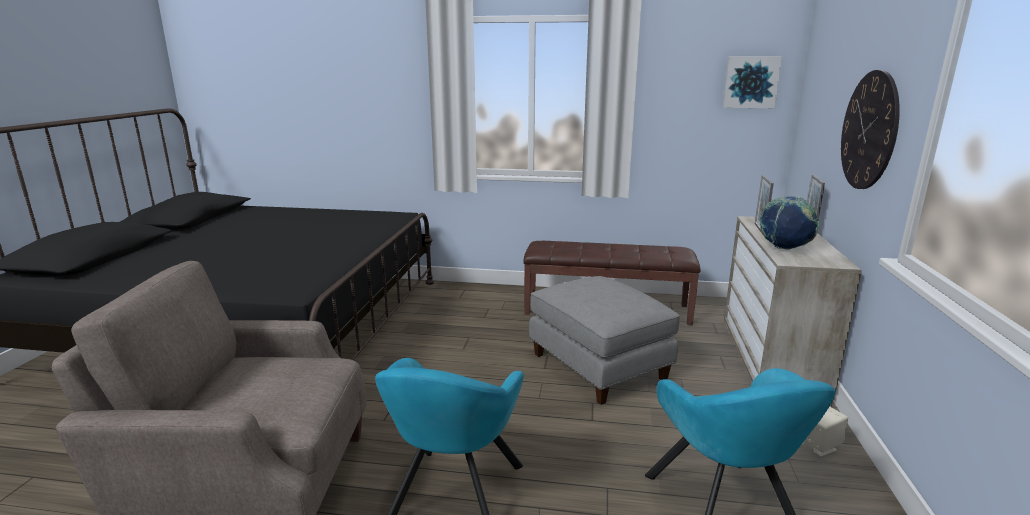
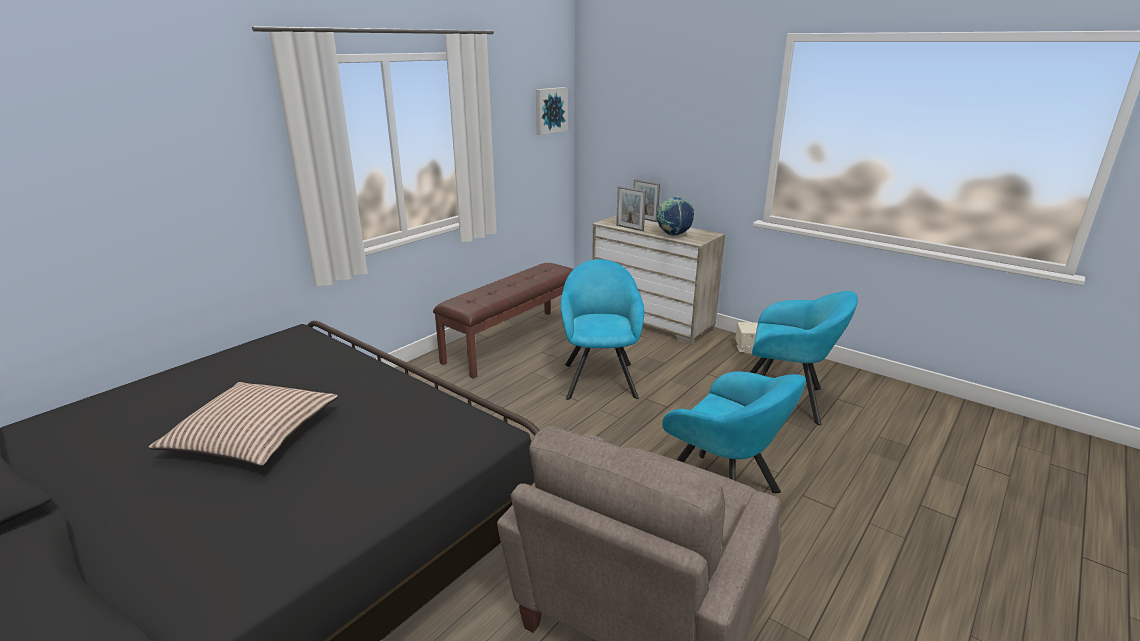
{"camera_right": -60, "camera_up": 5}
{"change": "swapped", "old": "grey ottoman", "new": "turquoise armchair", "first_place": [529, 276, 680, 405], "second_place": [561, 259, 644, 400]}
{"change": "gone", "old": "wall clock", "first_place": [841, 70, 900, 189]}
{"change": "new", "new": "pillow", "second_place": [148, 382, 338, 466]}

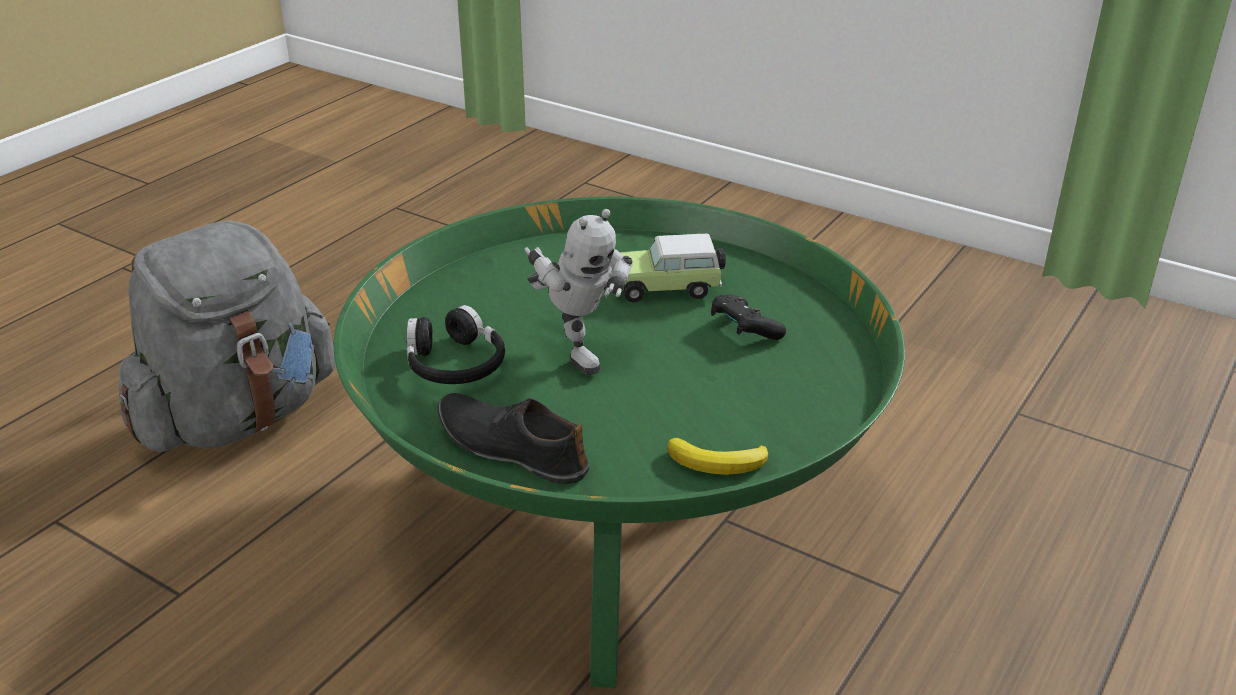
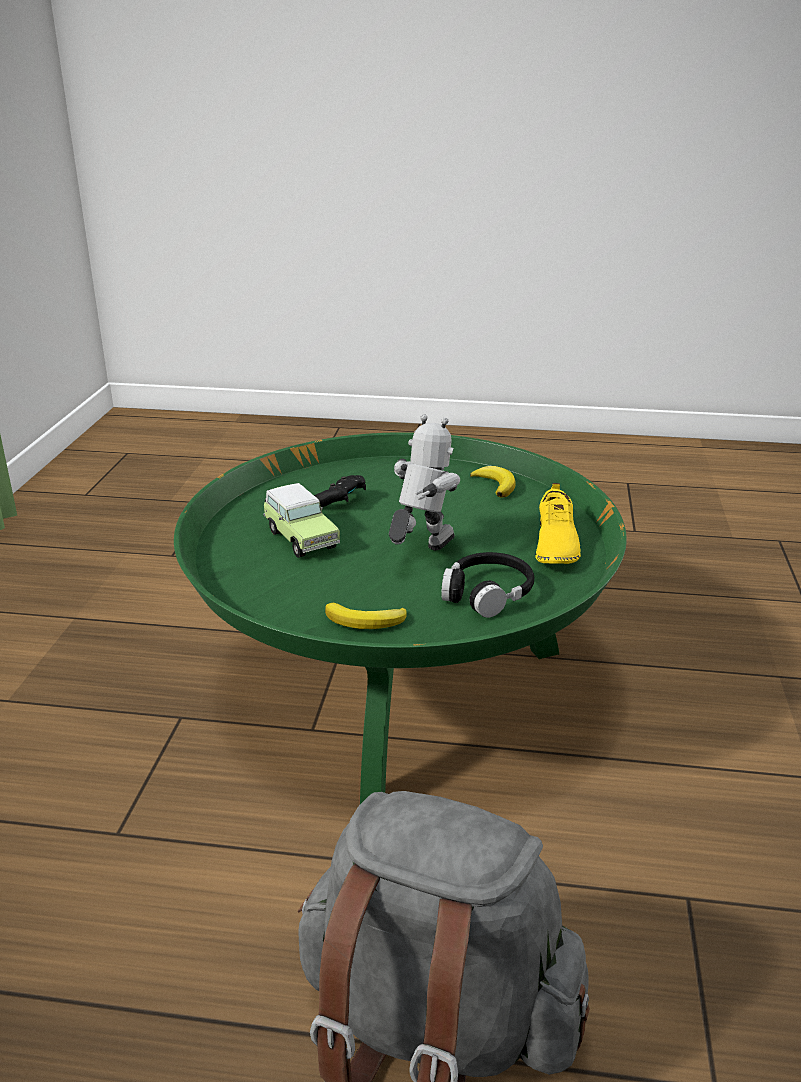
{"camera_right": -115, "camera_up": -5}
{"change": "repainted", "old": "black shoe", "new": "yellow shoe", "first_place": [438, 393, 589, 484], "second_place": [535, 483, 581, 564]}
{"change": "new", "new": "banana", "second_place": [325, 602, 407, 629]}

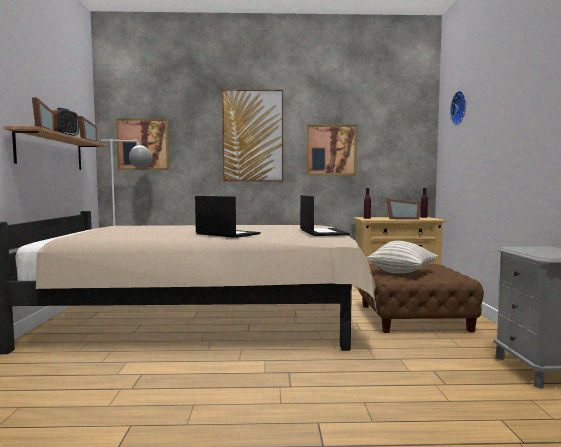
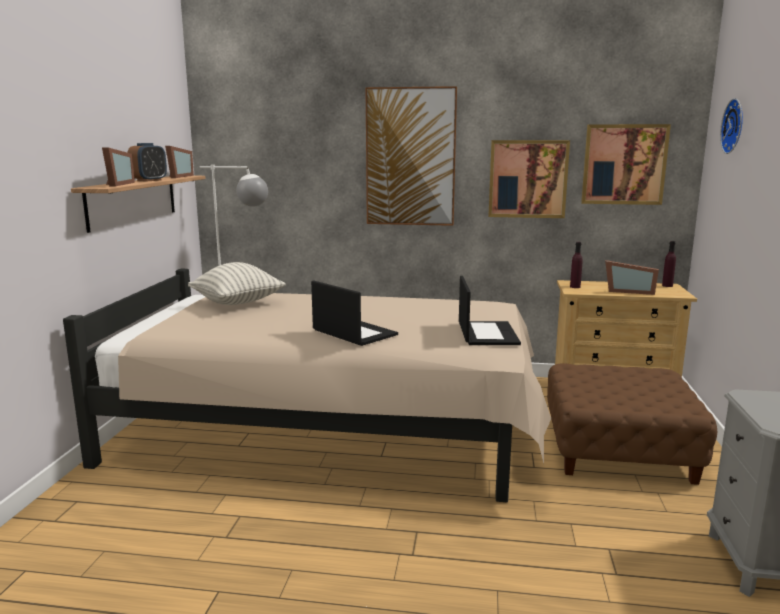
{"camera_right": 10, "camera_up": 10}
{"change": "shifted", "old": "picture", "first_place": [116, 118, 169, 170], "second_place": [581, 124, 671, 205]}
{"change": "shifted", "old": "pillow", "first_place": [366, 241, 438, 273], "second_place": [188, 262, 286, 305]}

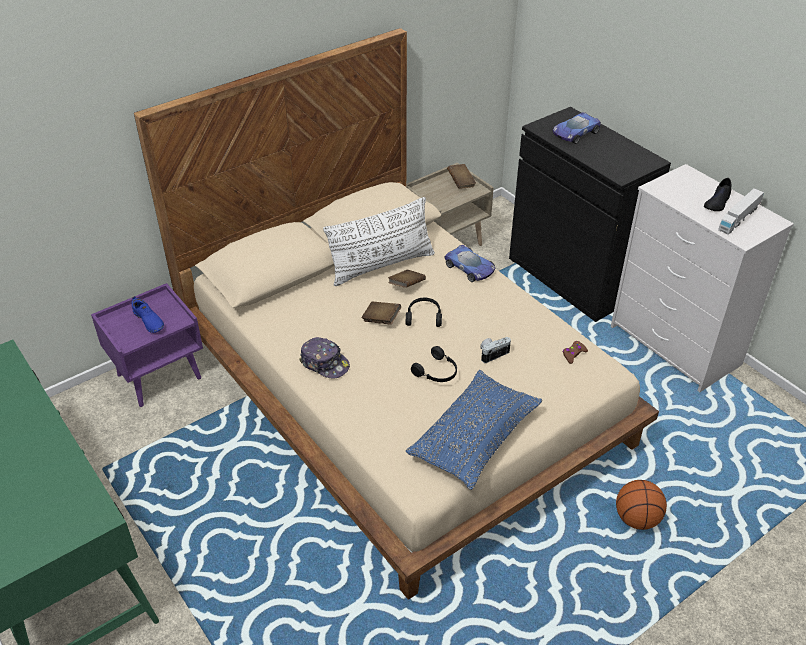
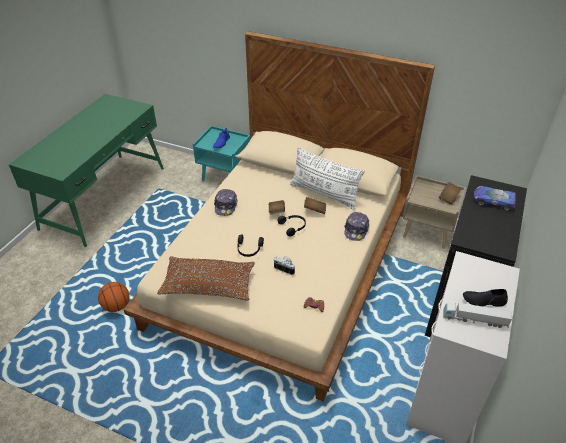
{"camera_right": 60, "camera_up": 0}
{"change": "repainted", "old": "purple nightstand", "new": "turquoise nightstand", "first_place": [91, 283, 203, 407], "second_place": [193, 125, 250, 181]}
{"change": "repainted", "old": "blue pillow", "new": "brown pillow", "first_place": [406, 370, 542, 490], "second_place": [157, 256, 255, 301]}
{"change": "swapped", "old": "toy car", "new": "cap", "first_place": [444, 245, 495, 282], "second_place": [344, 212, 369, 241]}
{"change": "shifted", "old": "basketball", "first_place": [616, 480, 667, 530], "second_place": [98, 282, 129, 312]}

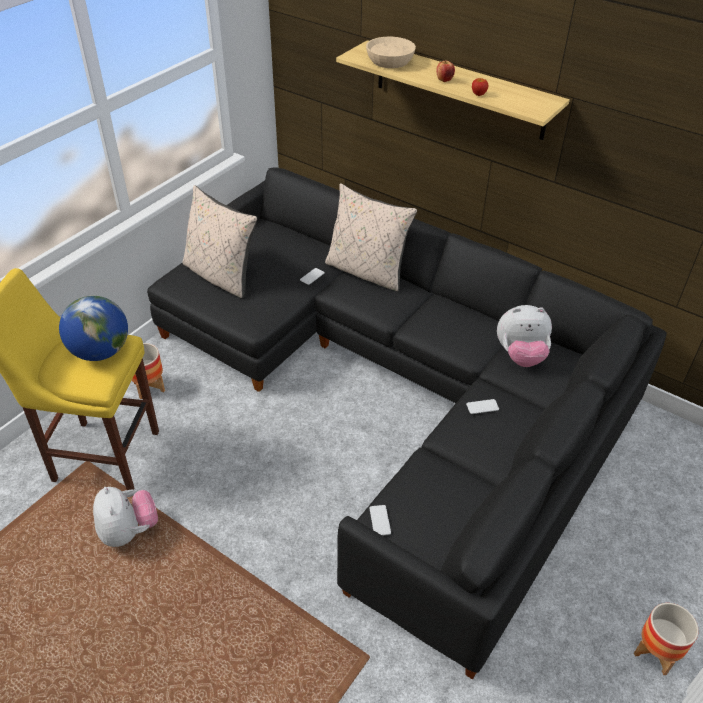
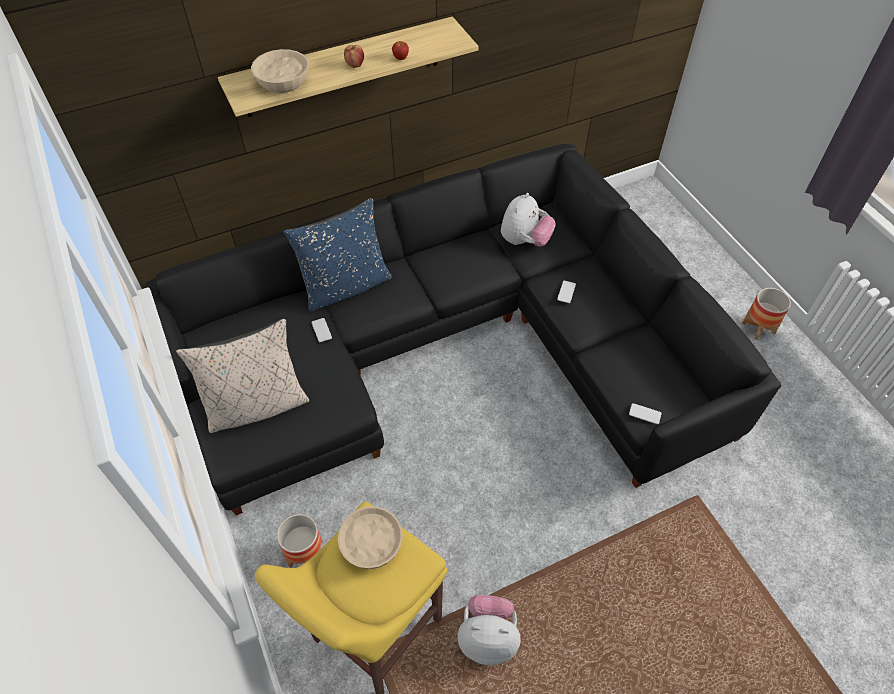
{"camera_right": -60, "camera_up": 10}
{"change": "swapped", "old": "globe", "new": "beige bowl", "first_place": [59, 296, 128, 361], "second_place": [338, 506, 403, 569]}
{"change": "repainted", "old": "beige pillow", "new": "blue pillow", "first_place": [325, 183, 417, 292], "second_place": [283, 198, 392, 312]}

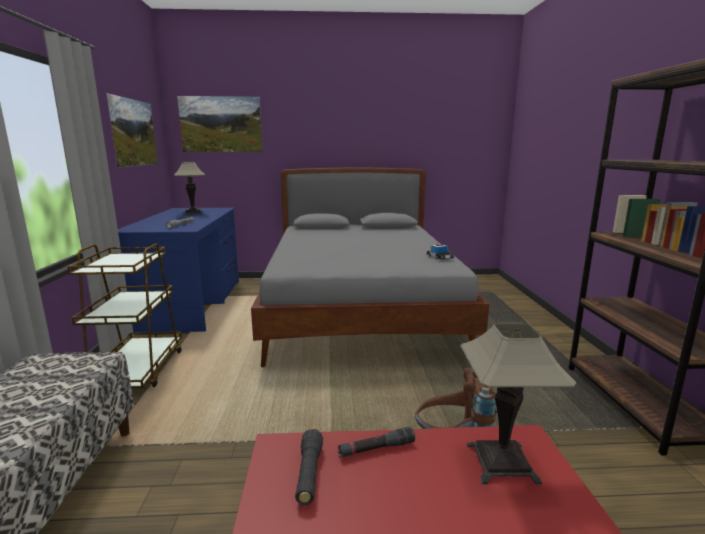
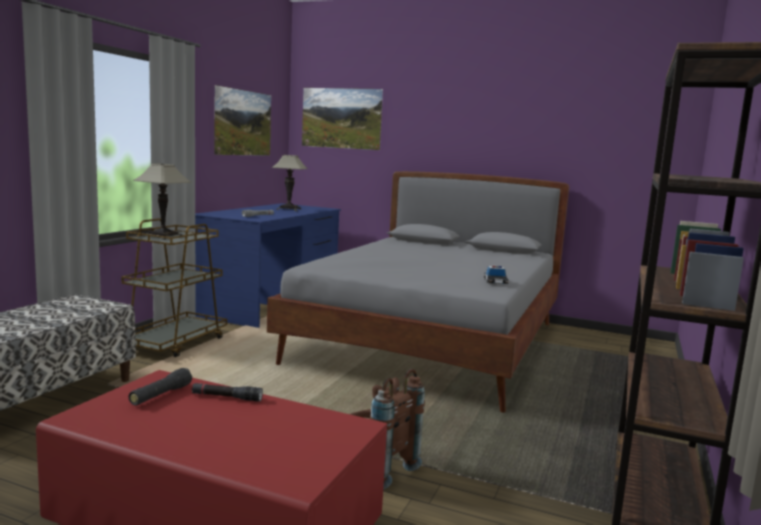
{"camera_right": 25, "camera_up": -5}
{"change": "shifted", "old": "table lamp", "first_place": [460, 323, 577, 484], "second_place": [133, 164, 192, 240]}

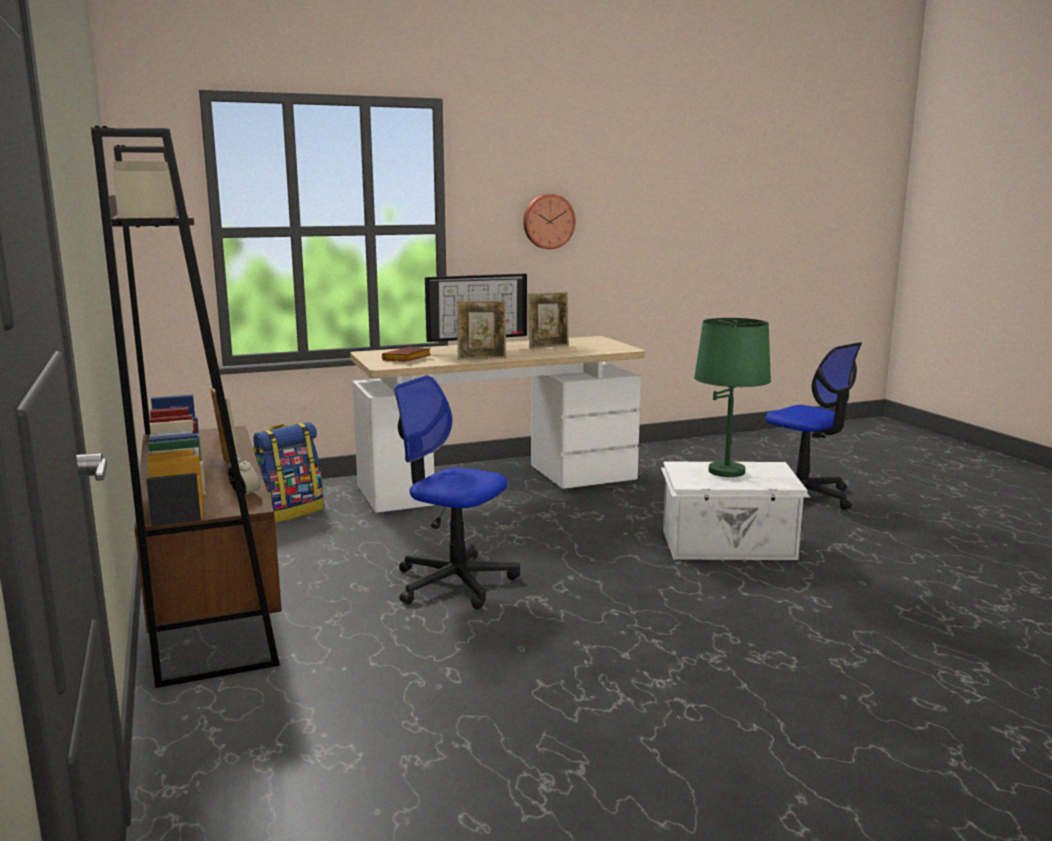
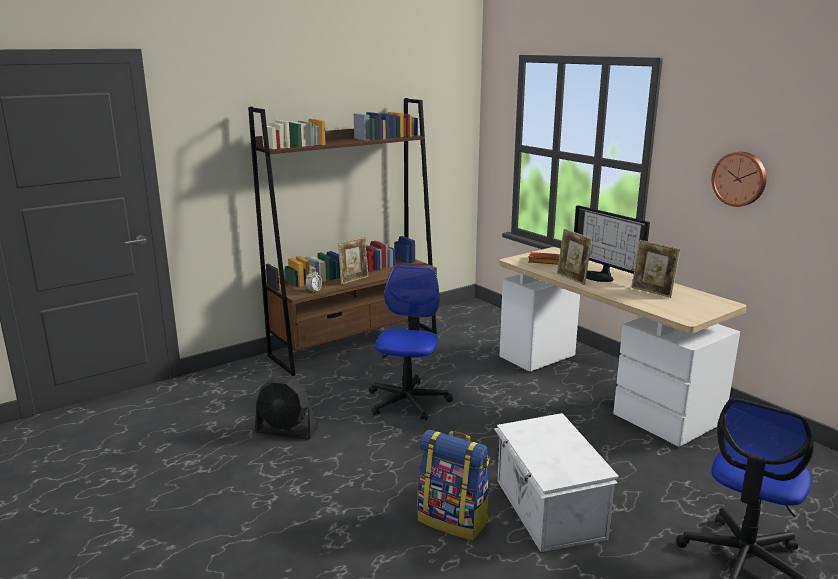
{"camera_right": 75, "camera_up": 5}
{"change": "shifted", "old": "backpack", "first_place": [253, 422, 324, 523], "second_place": [417, 430, 489, 540]}
{"change": "gone", "old": "green table lamp", "first_place": [694, 318, 771, 477]}
{"change": "new", "new": "black fan", "second_place": [255, 378, 318, 440]}

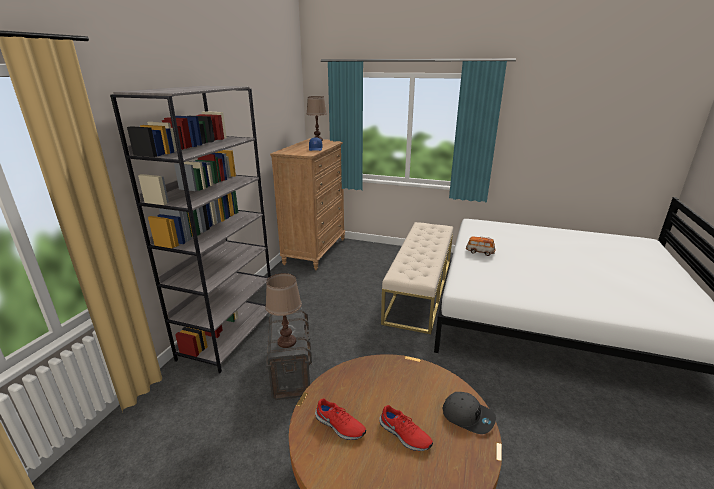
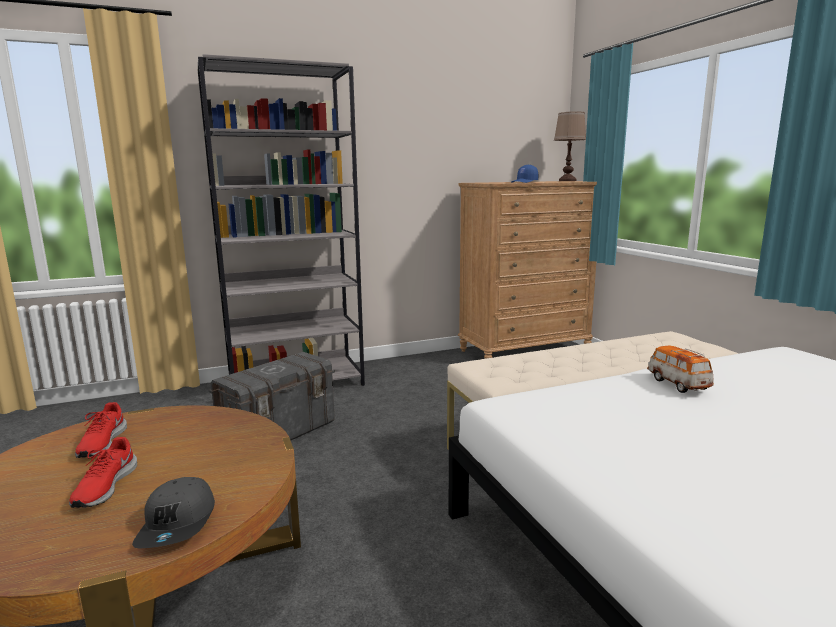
{"camera_right": 50, "camera_up": -10}
{"change": "gone", "old": "brown table lamp", "first_place": [265, 273, 302, 348]}

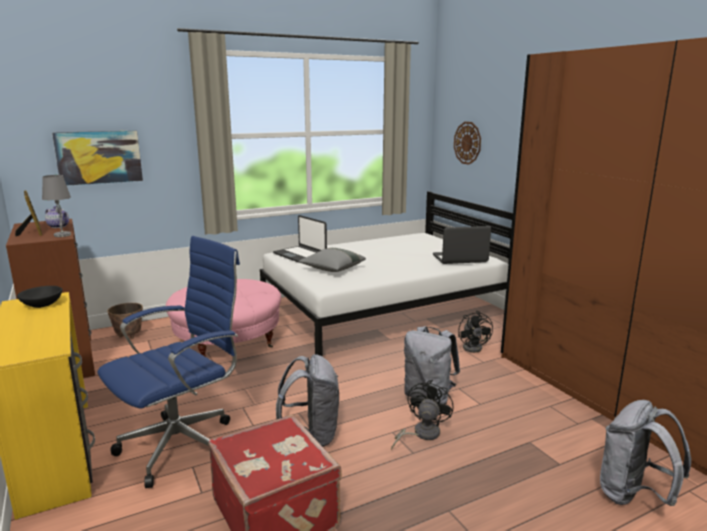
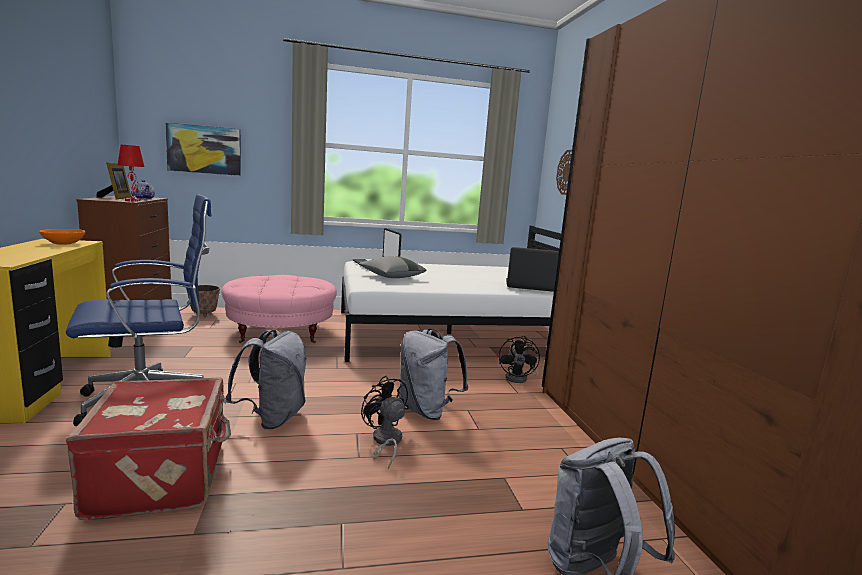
{"camera_right": 15, "camera_up": -5}
{"change": "repainted", "old": "black bowl", "new": "orange bowl", "first_place": [17, 286, 62, 308], "second_place": [39, 229, 85, 245]}
{"change": "repainted", "old": "grey table lamp", "new": "red table lamp", "first_place": [42, 175, 71, 237], "second_place": [118, 145, 145, 202]}
{"change": "rotated", "old": "black fan", "first_place": [391, 380, 454, 450], "second_place": [361, 376, 409, 469], "degrees": -75}

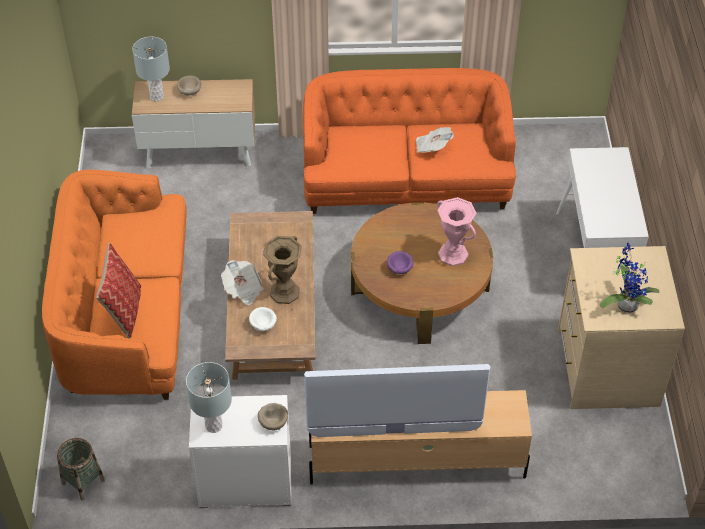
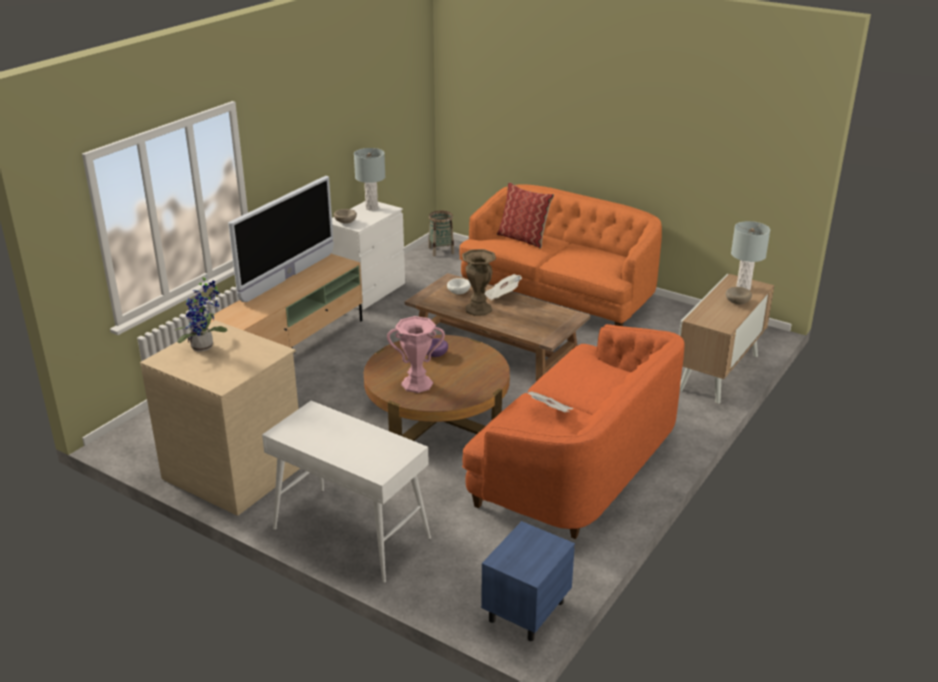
{"camera_right": 125, "camera_up": -20}
{"change": "new", "new": "blue nightstand", "second_place": [481, 521, 575, 641]}

